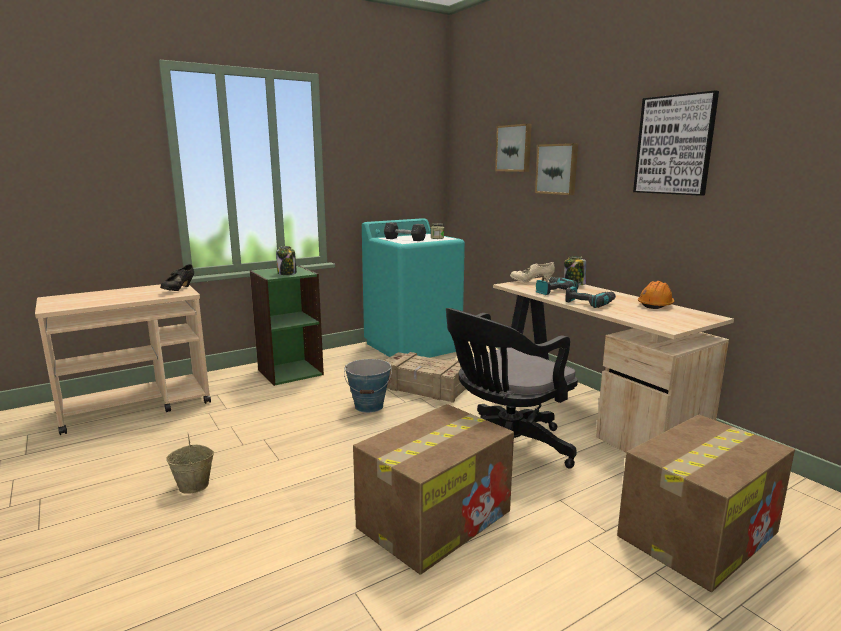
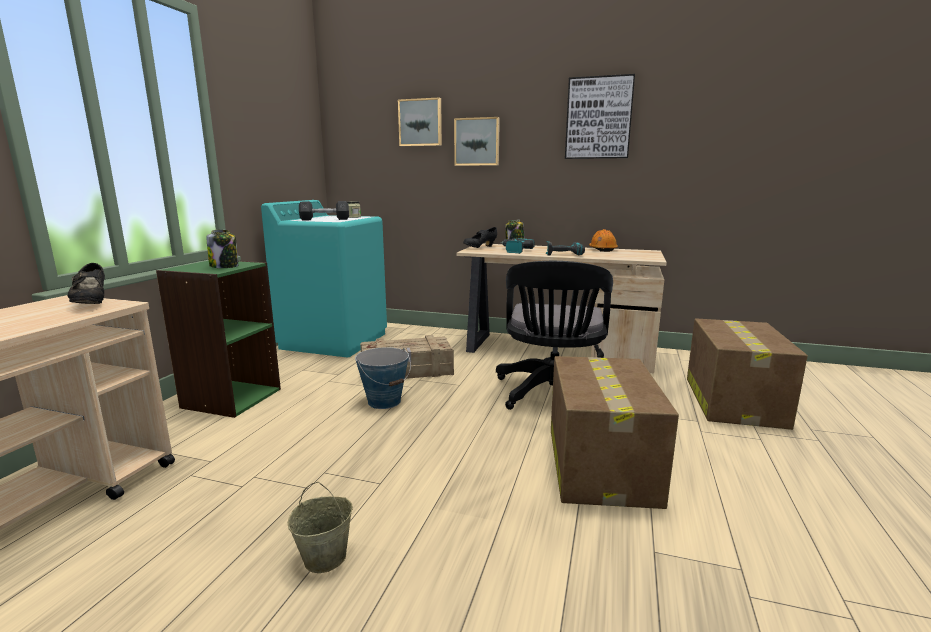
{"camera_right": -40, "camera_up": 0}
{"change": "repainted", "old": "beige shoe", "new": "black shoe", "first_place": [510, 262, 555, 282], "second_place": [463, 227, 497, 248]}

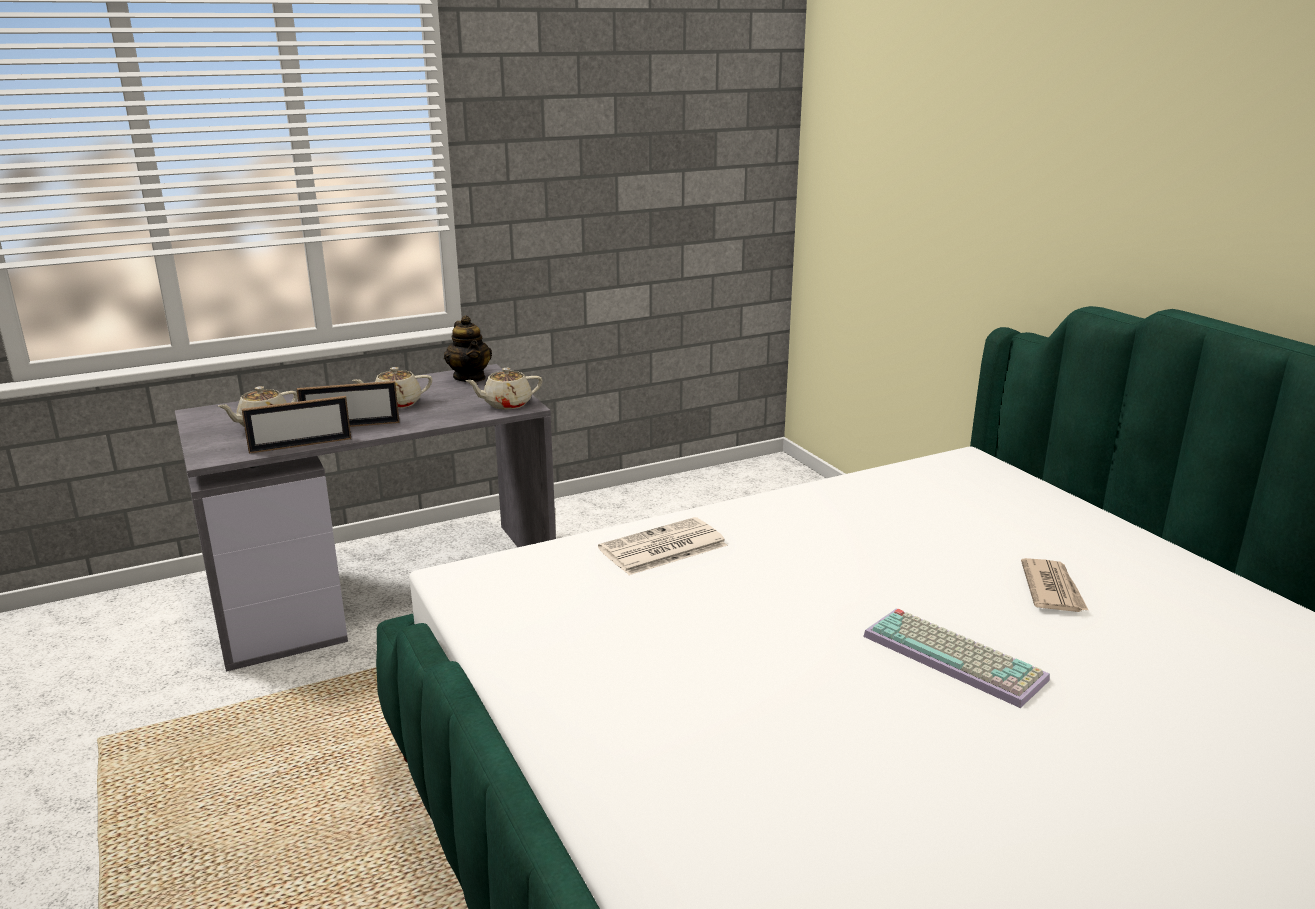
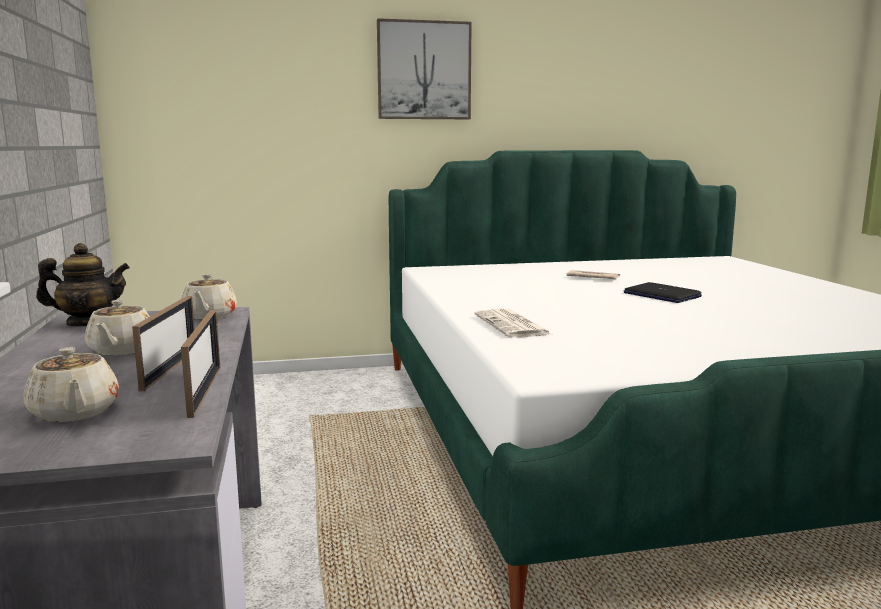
{"camera_right": -75, "camera_up": -10}
{"change": "swapped", "old": "keyboard", "new": "laptop", "first_place": [863, 609, 1050, 708], "second_place": [624, 282, 702, 303]}
{"change": "new", "new": "picture", "second_place": [377, 18, 472, 119]}

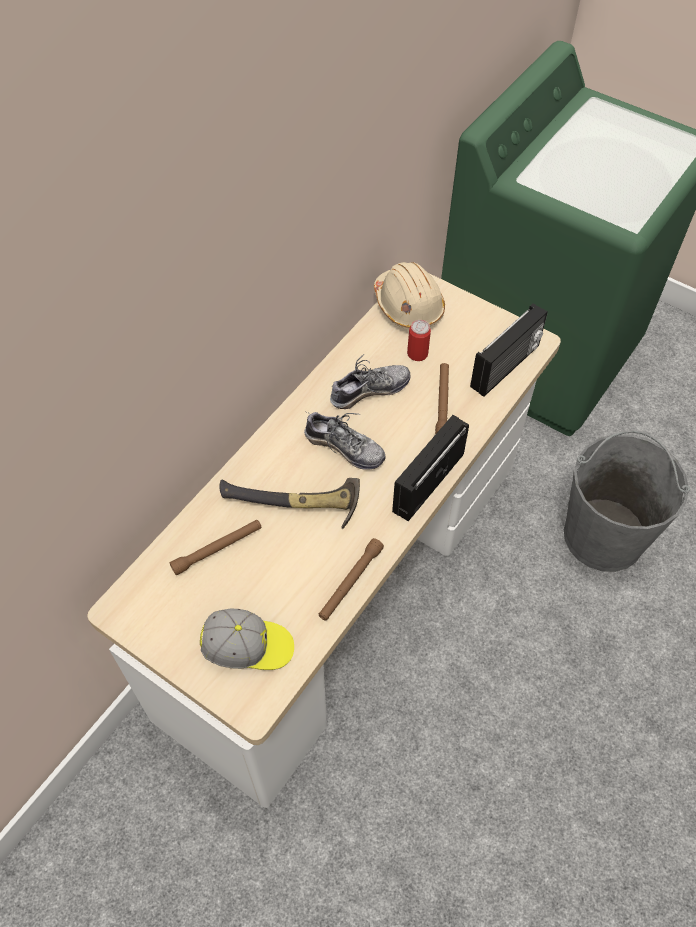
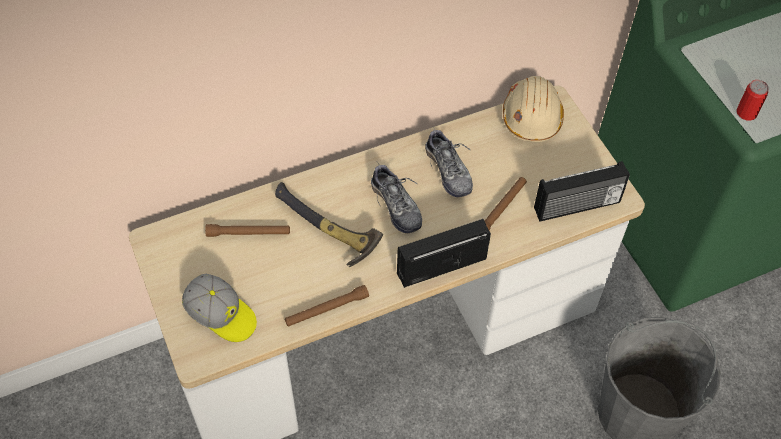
{"camera_right": 30, "camera_up": 0}
{"change": "rotated", "old": "shoe", "first_place": [330, 354, 410, 409], "second_place": [425, 127, 473, 197], "degrees": 60}
{"change": "shifted", "old": "can", "first_place": [407, 320, 431, 361], "second_place": [736, 80, 769, 120]}

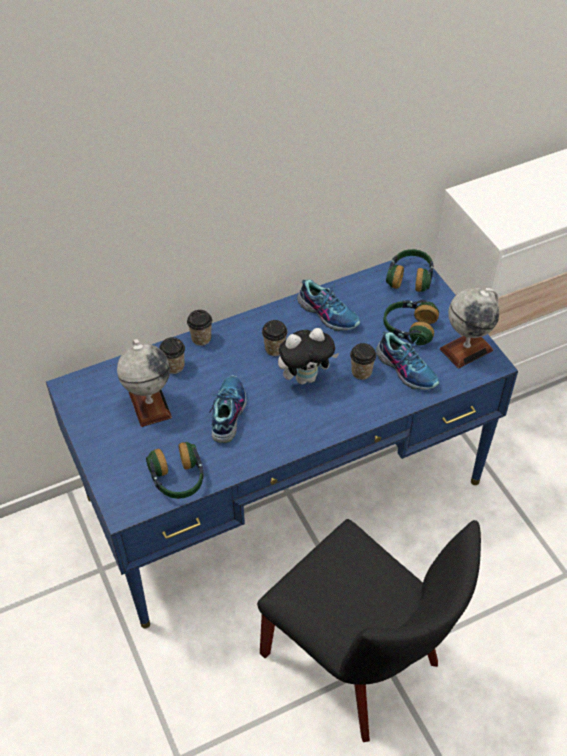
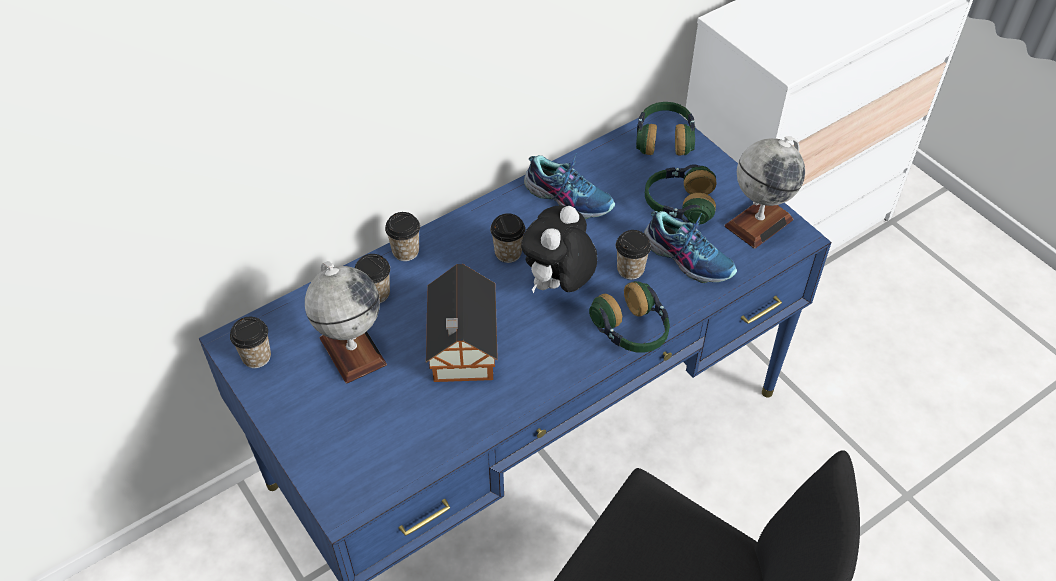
{"camera_right": -10, "camera_up": 0}
{"change": "shifted", "old": "headphones", "first_place": [146, 442, 203, 499], "second_place": [589, 281, 670, 353]}
{"change": "swapped", "old": "shoe", "new": "toy house", "first_place": [208, 375, 247, 443], "second_place": [426, 264, 498, 382]}
{"change": "rotated", "old": "plush toy", "first_place": [278, 328, 339, 384], "second_place": [521, 205, 598, 293], "degrees": 150}
{"change": "new", "new": "cup", "second_place": [230, 317, 271, 368]}

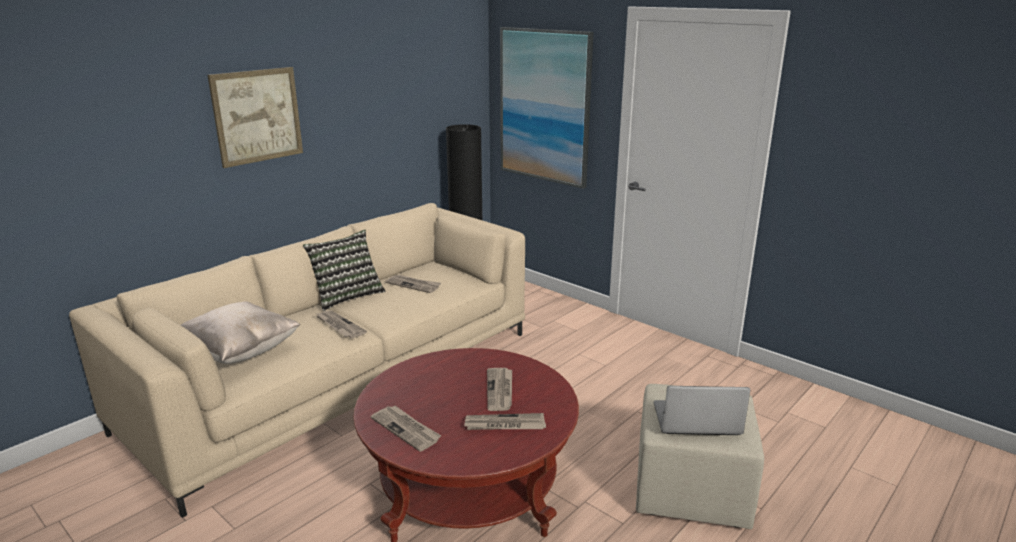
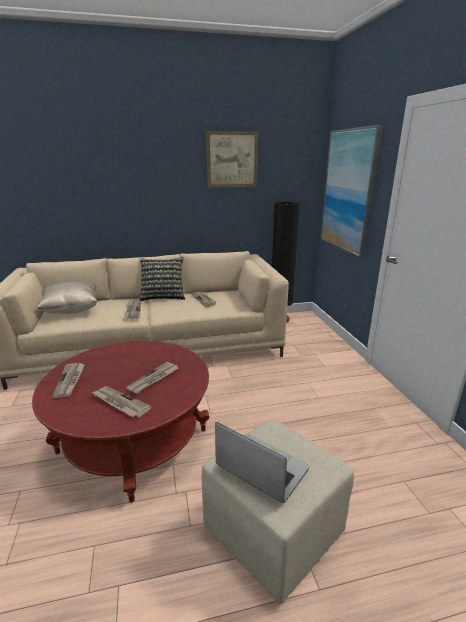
{"camera_right": 35, "camera_up": 0}
{"change": "shifted", "old": "picture", "first_place": [208, 67, 303, 168], "second_place": [206, 131, 258, 188]}

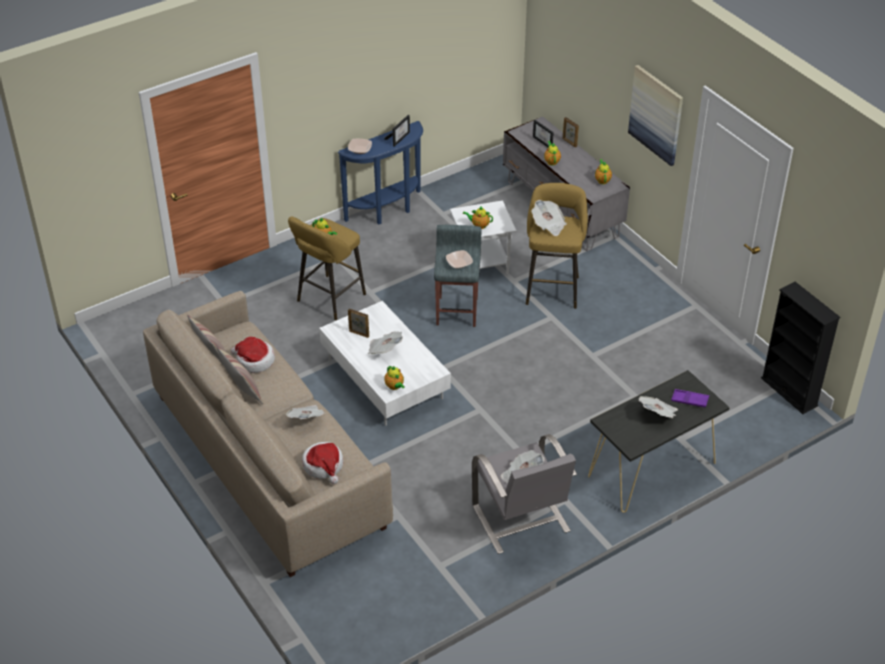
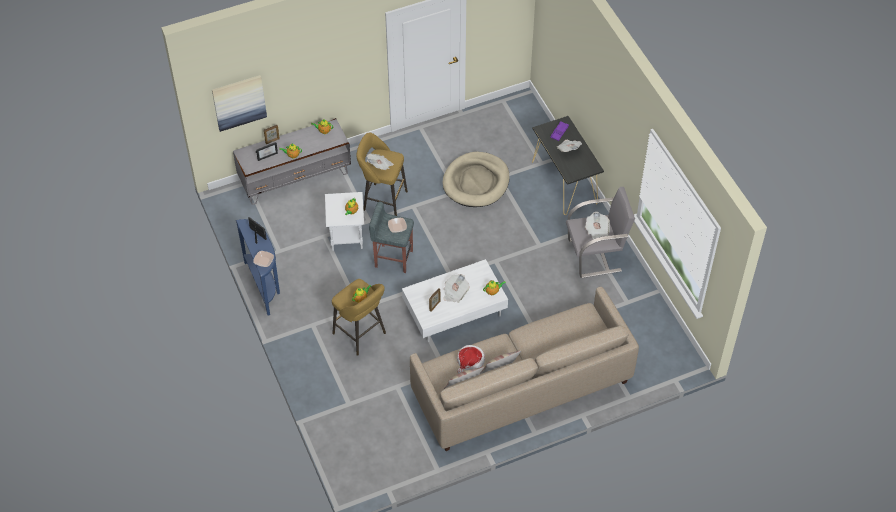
{"camera_right": -80, "camera_up": 10}
{"change": "gone", "old": "newspaper", "first_place": [286, 405, 325, 419]}
{"change": "gone", "old": "hat", "first_place": [302, 442, 343, 484]}
{"change": "shifted", "old": "picture", "first_place": [628, 65, 683, 166], "second_place": [212, 75, 267, 132]}
{"change": "gone", "old": "black bookcase", "first_place": [761, 282, 840, 414]}
{"change": "new", "new": "beige dog bed", "second_place": [443, 152, 510, 207]}

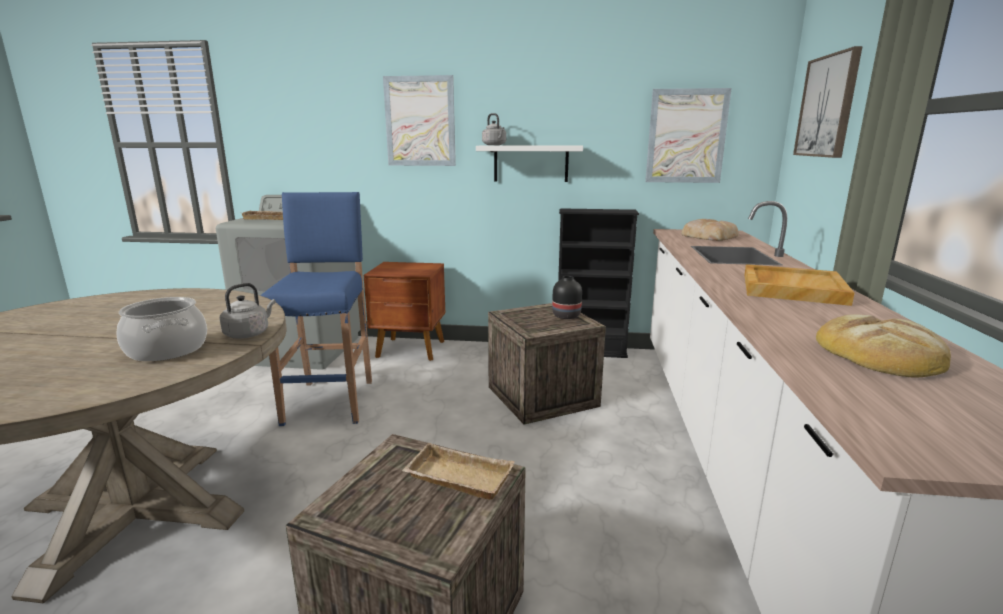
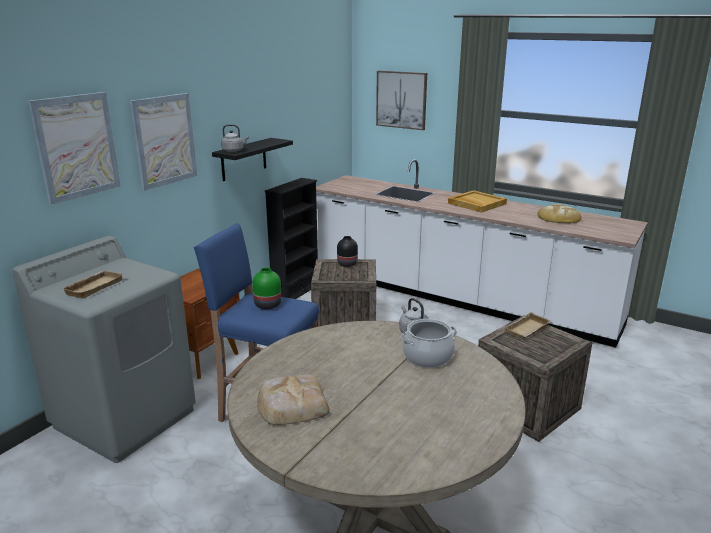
{"camera_right": -65, "camera_up": 5}
{"change": "repainted", "old": "white shelf", "new": "black shelf", "first_place": [476, 145, 583, 182], "second_place": [212, 138, 293, 181]}
{"change": "shifted", "old": "picture", "first_place": [645, 88, 732, 183], "second_place": [28, 92, 121, 205]}
{"change": "shifted", "old": "bread", "first_place": [681, 219, 739, 241], "second_place": [257, 374, 329, 425]}
{"change": "new", "new": "green vase", "second_place": [252, 267, 282, 309]}

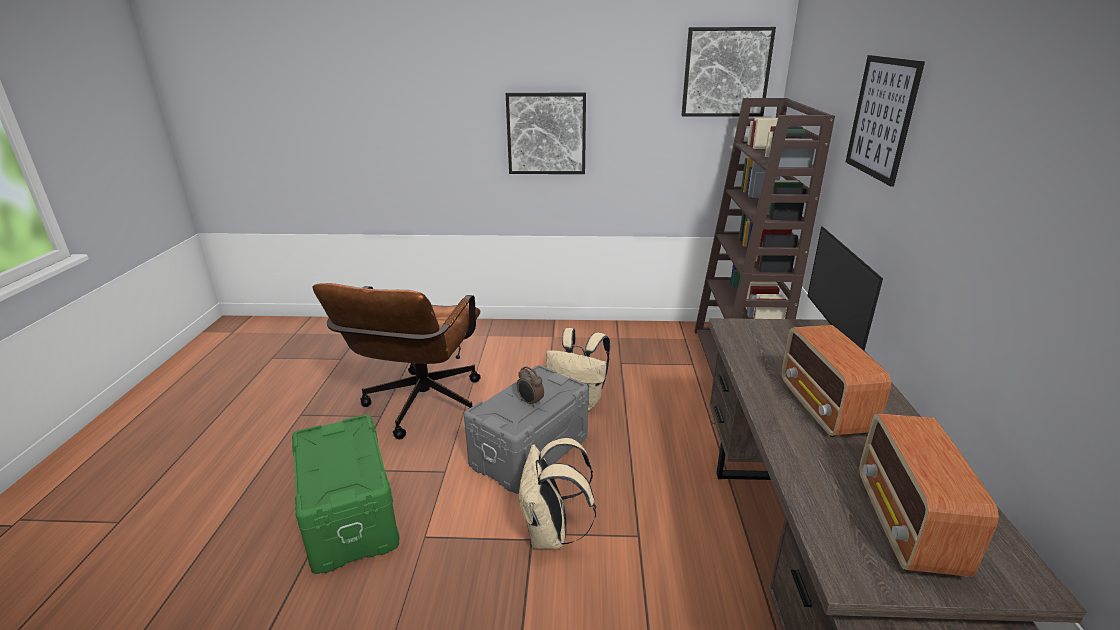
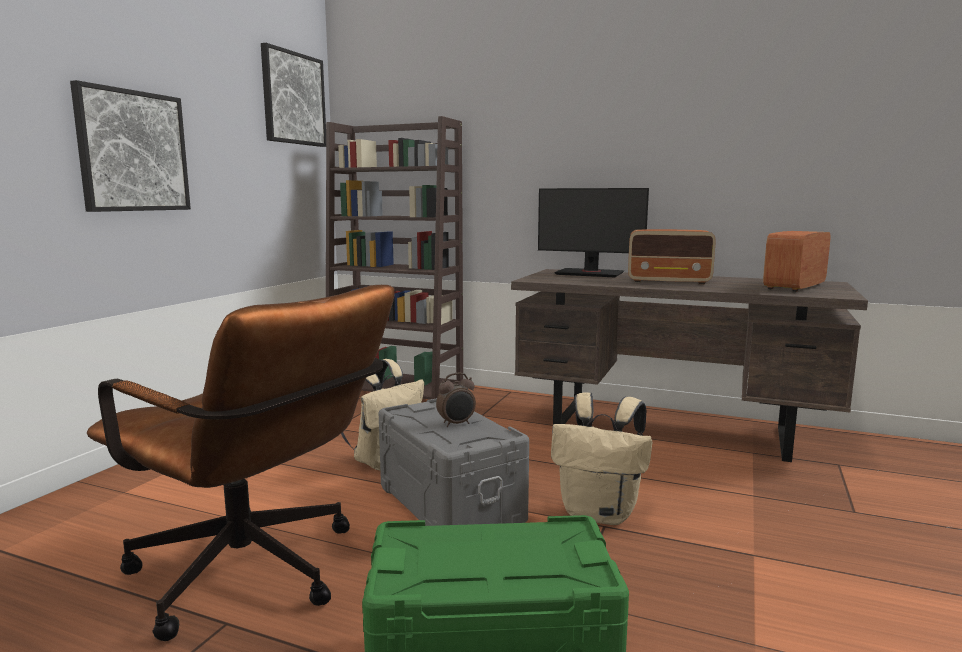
{"camera_right": -70, "camera_up": -15}
{"change": "gone", "old": "picture", "first_place": [846, 55, 925, 187]}
{"change": "rotated", "old": "radio", "first_place": [859, 413, 999, 577], "second_place": [763, 231, 831, 292], "degrees": 105}

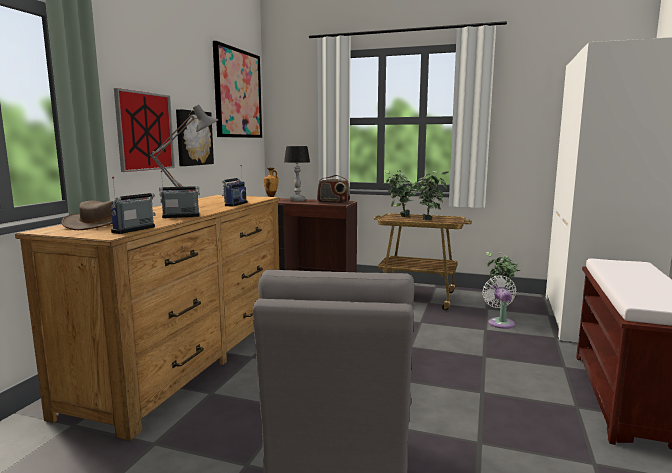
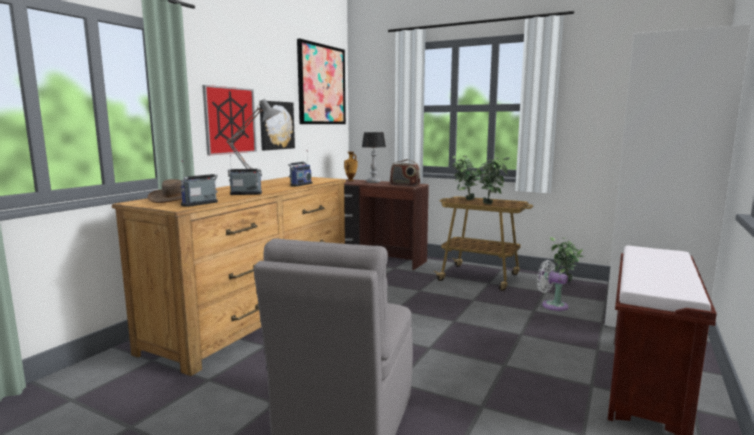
{"camera_right": 10, "camera_up": 0}
{"change": "rotated", "old": "white fan", "first_place": [482, 275, 516, 329], "second_place": [537, 260, 568, 311], "degrees": -60}

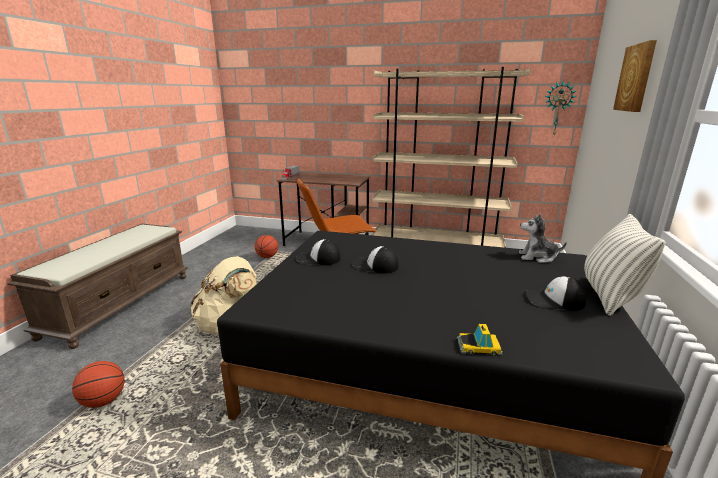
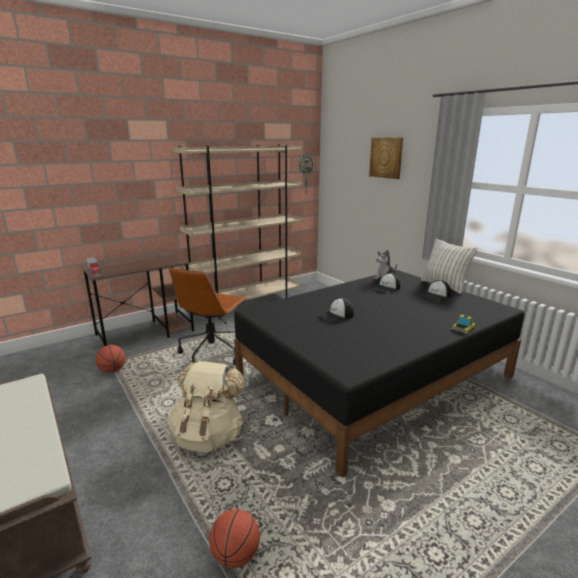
{"camera_right": -50, "camera_up": 0}
{"change": "shifted", "old": "cap", "first_place": [296, 239, 341, 265], "second_place": [373, 273, 401, 294]}

